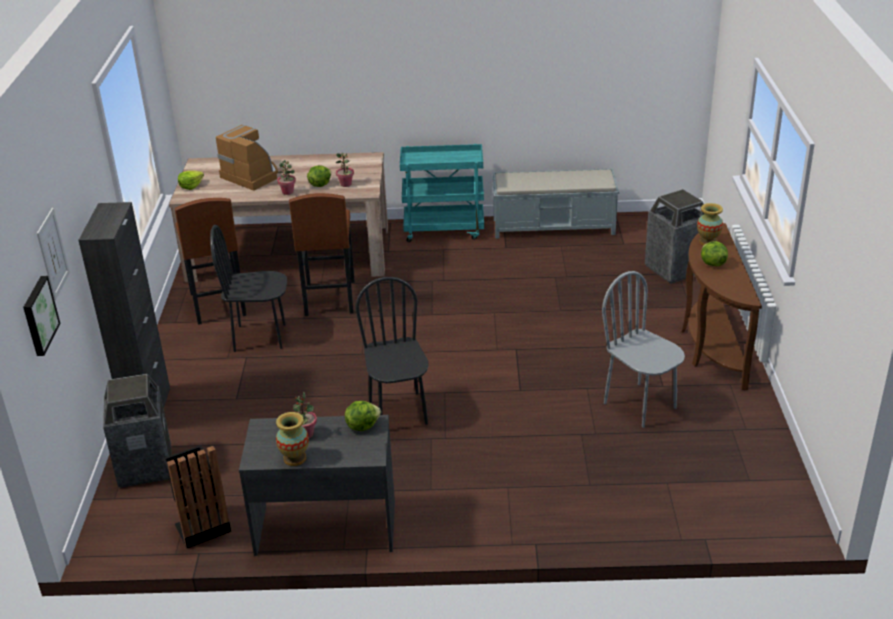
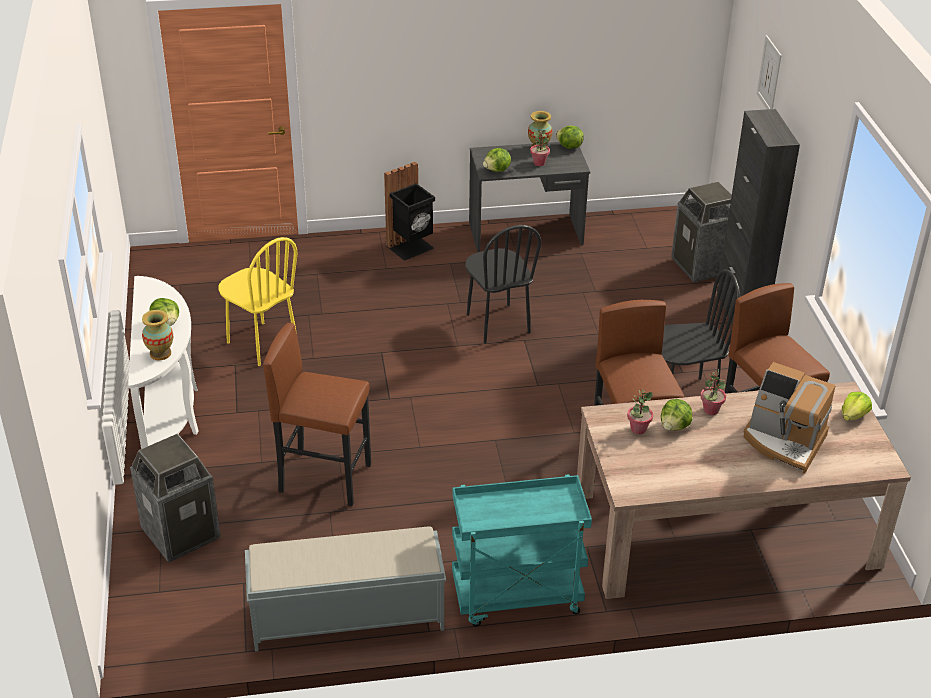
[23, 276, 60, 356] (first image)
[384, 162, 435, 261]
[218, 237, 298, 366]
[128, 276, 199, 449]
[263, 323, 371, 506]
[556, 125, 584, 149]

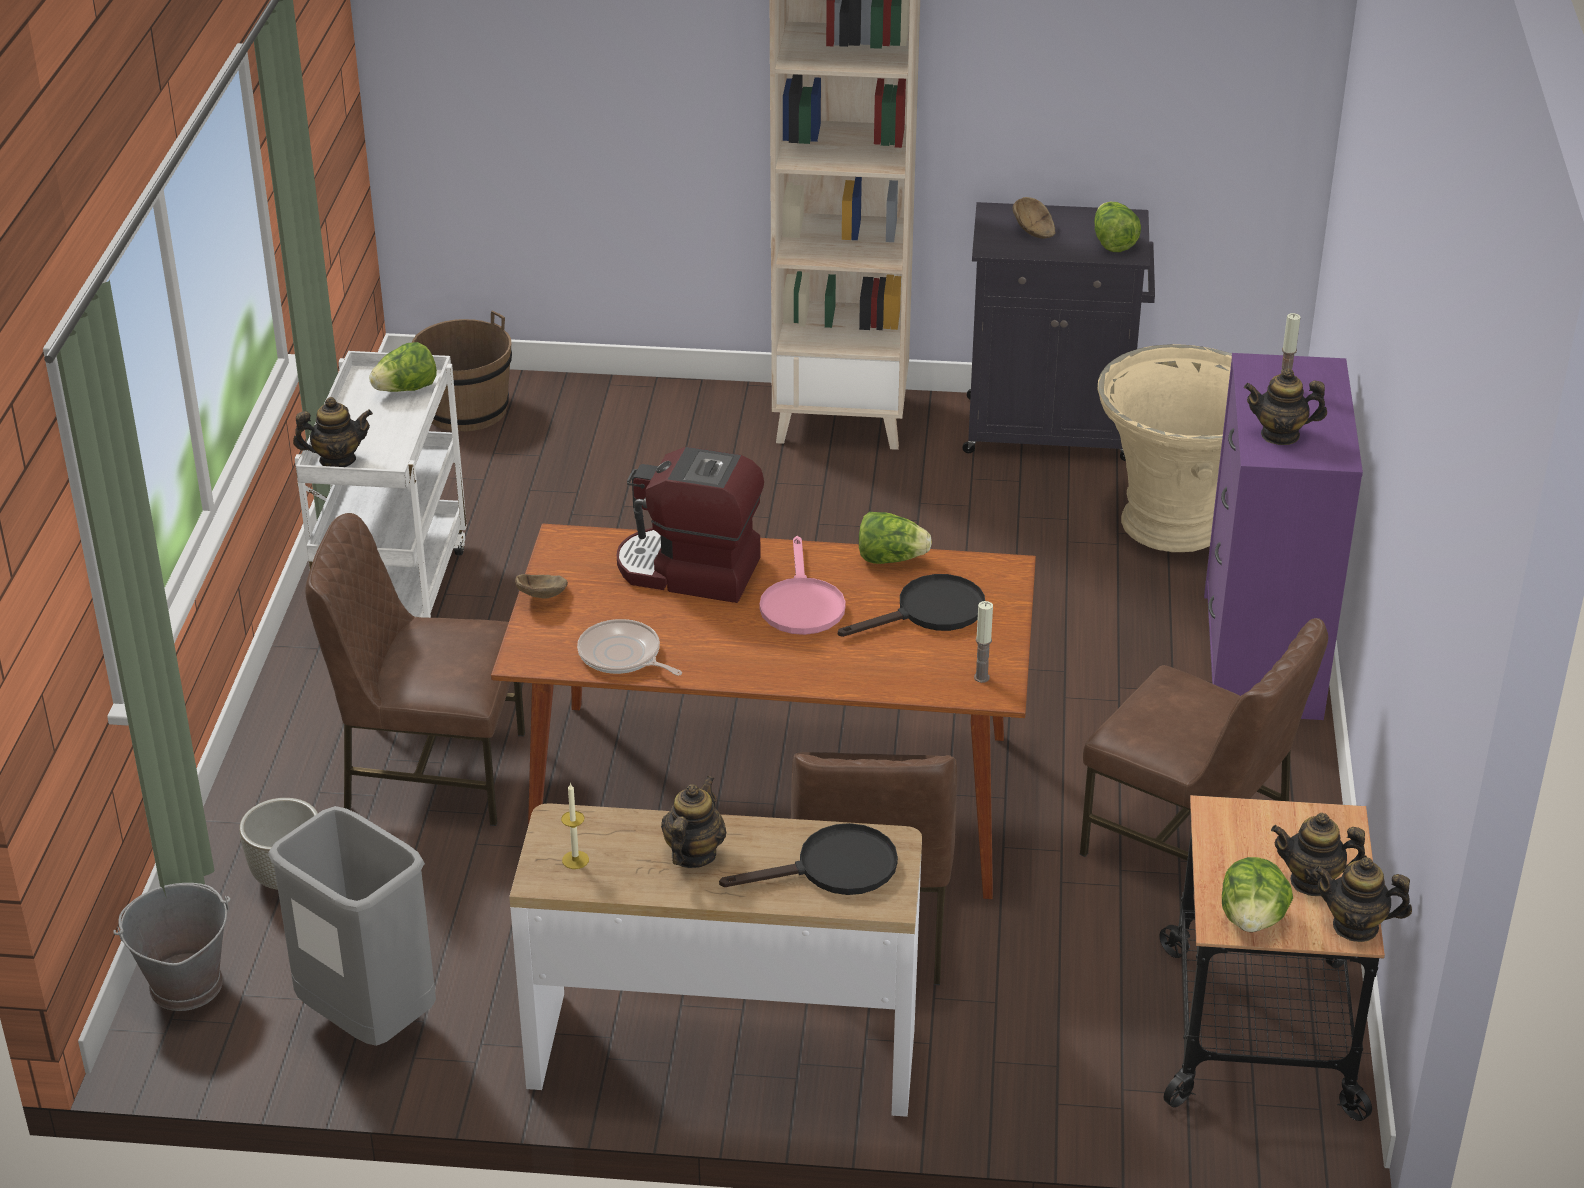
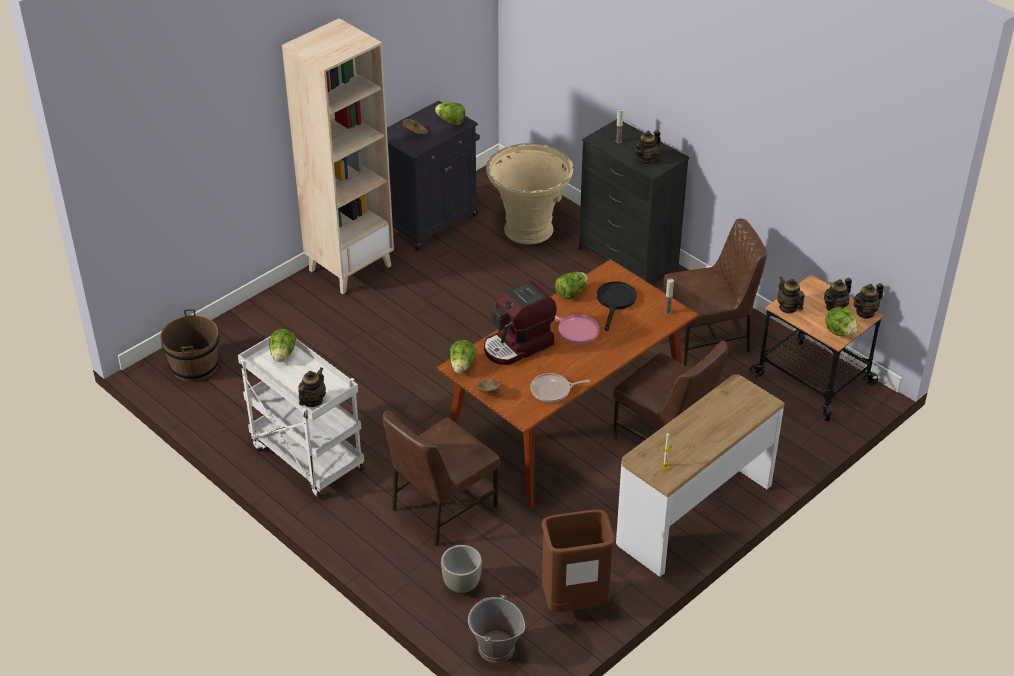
[542, 510, 615, 612]
[777, 276, 805, 313]
[719, 823, 898, 895] (first image)
[579, 119, 689, 285]
[450, 340, 476, 373]

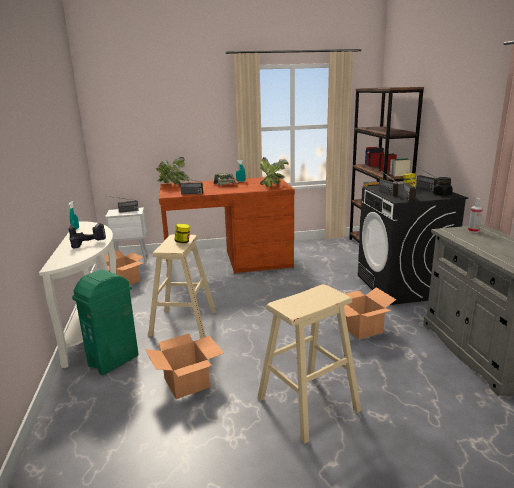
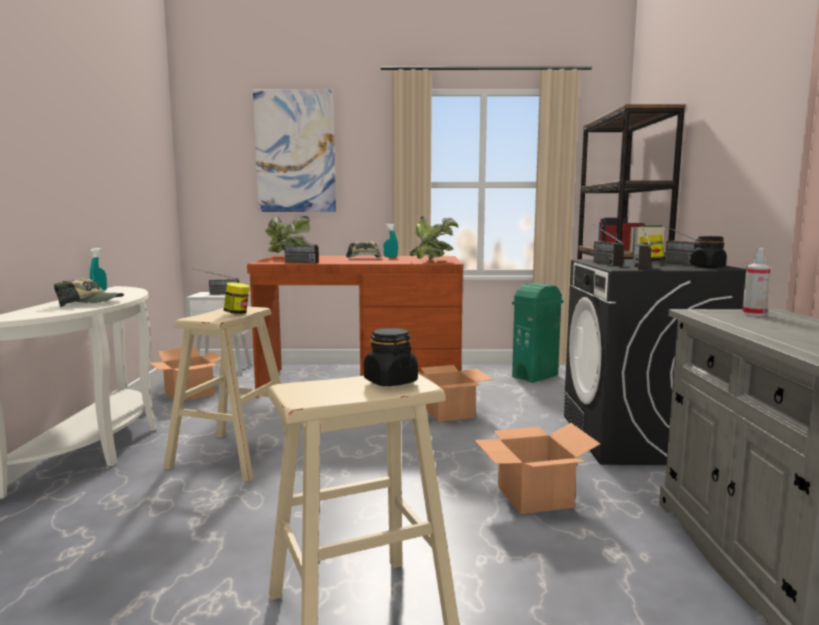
[54, 278, 124, 307]
[512, 283, 564, 383]
[418, 365, 493, 422]
[253, 89, 336, 212]
[364, 328, 418, 386]

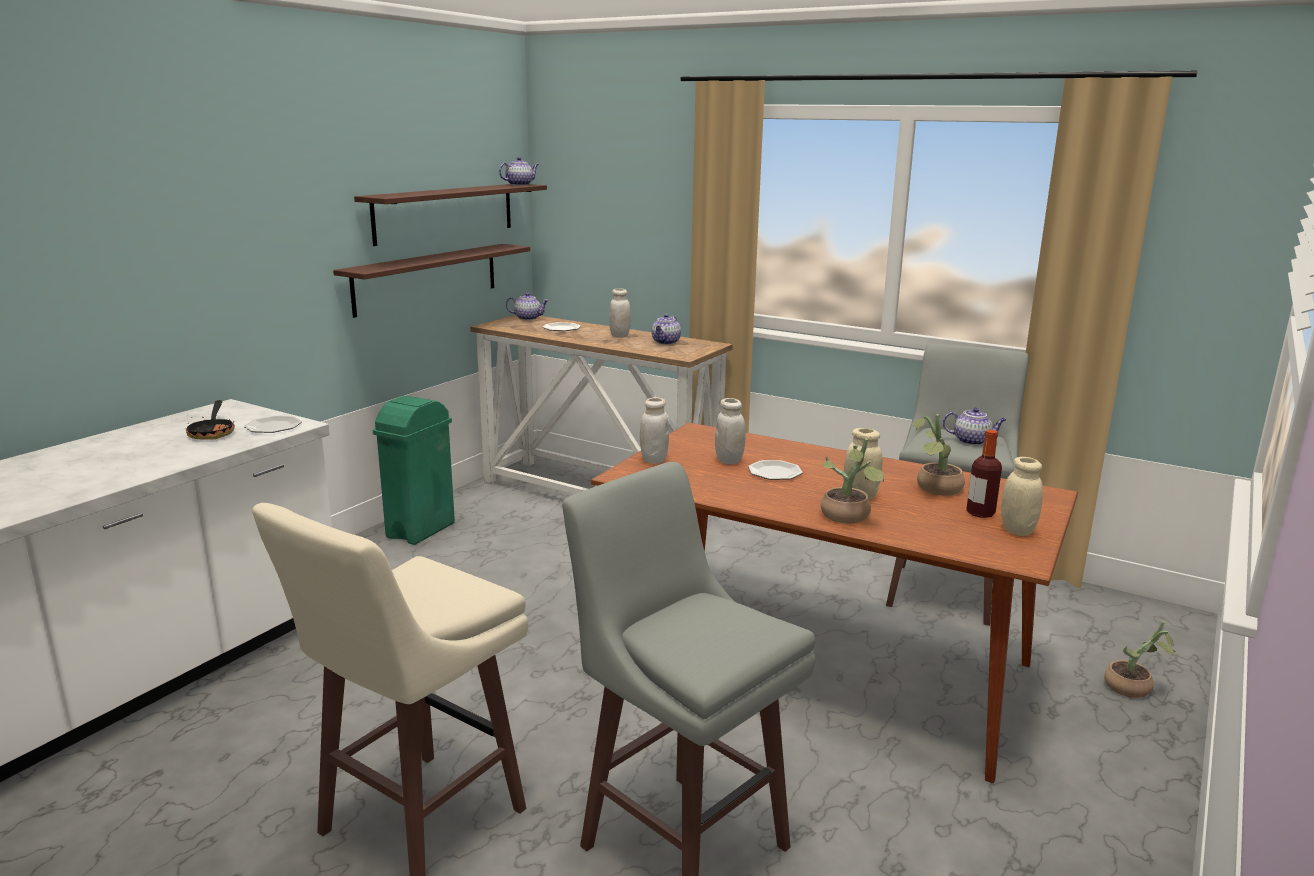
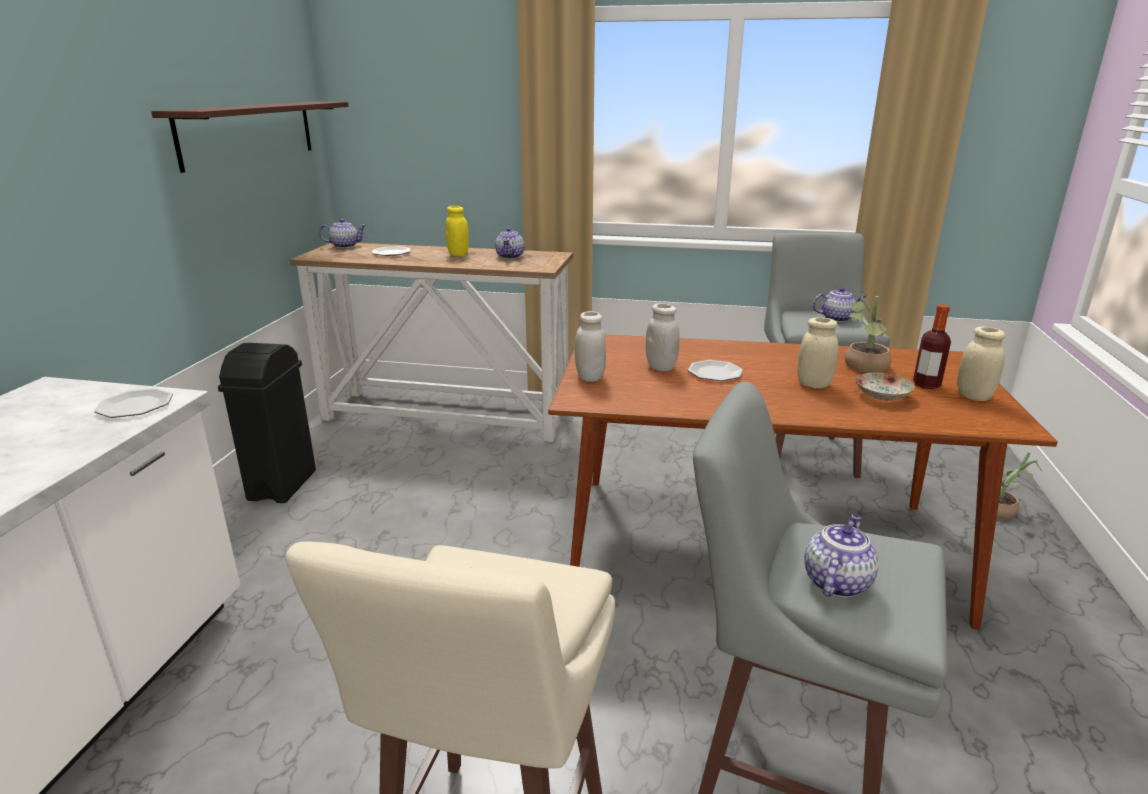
[185, 400, 235, 440] (first image)
[333, 244, 530, 318] (first image)
[218, 343, 316, 503]
[804, 514, 879, 597]
[446, 206, 469, 256]
[821, 438, 884, 523] (first image)
[856, 373, 915, 401]

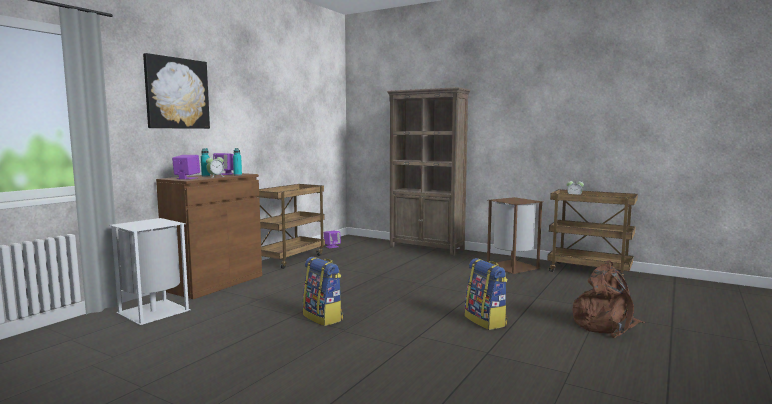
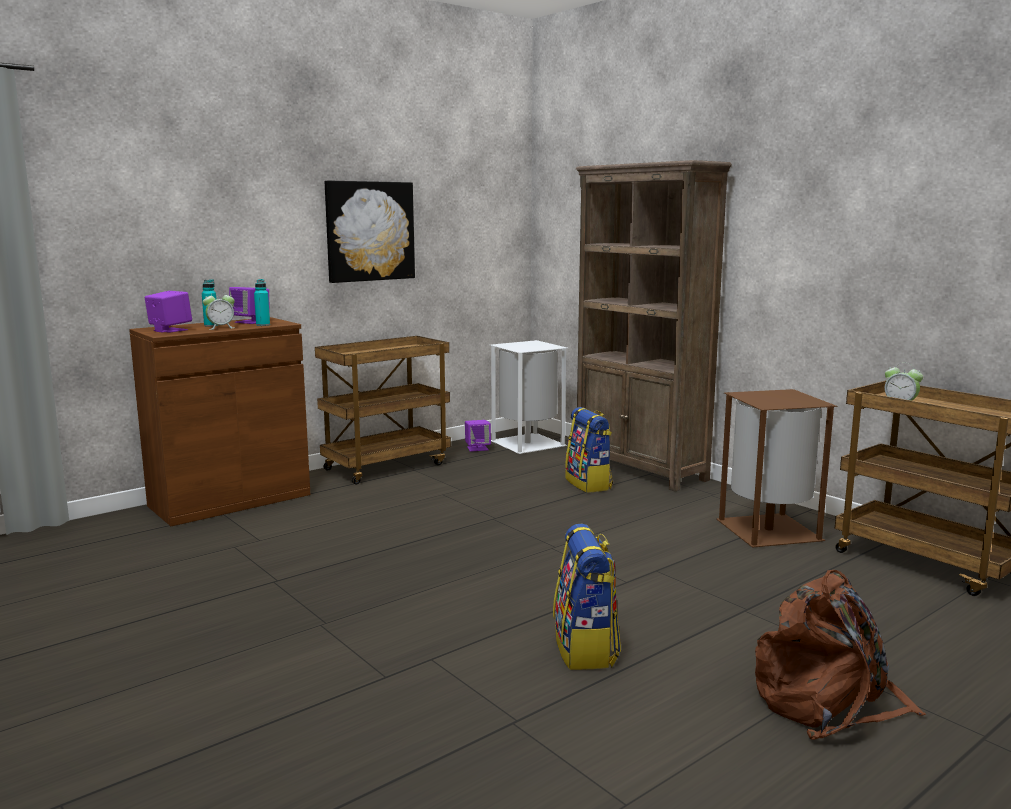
[490, 340, 567, 454]
[325, 181, 415, 283]
[565, 407, 613, 493]

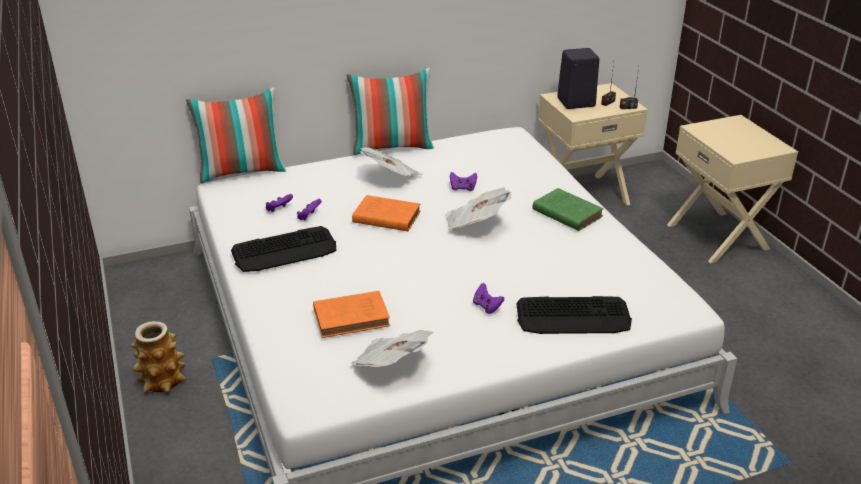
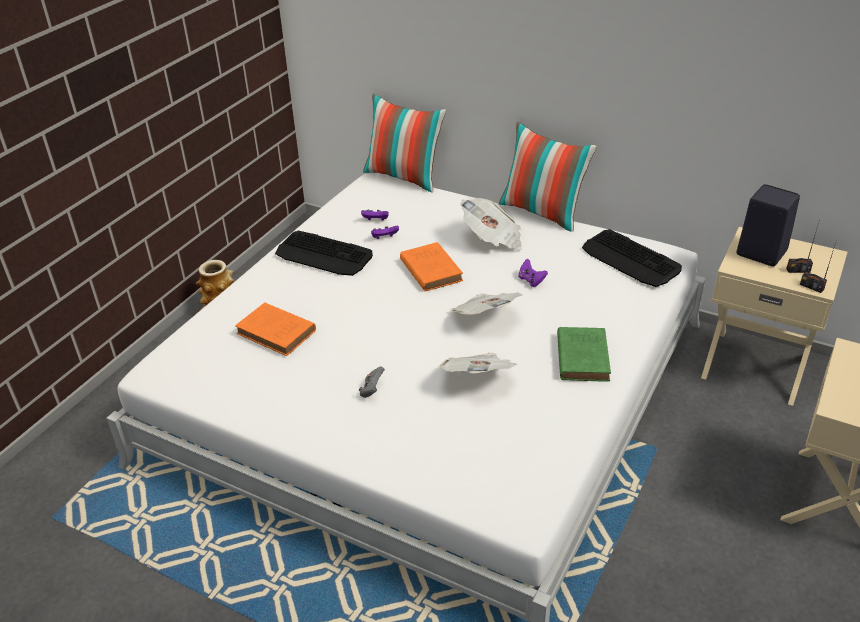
[439, 353, 517, 374]
[359, 366, 385, 398]
[582, 229, 682, 287]

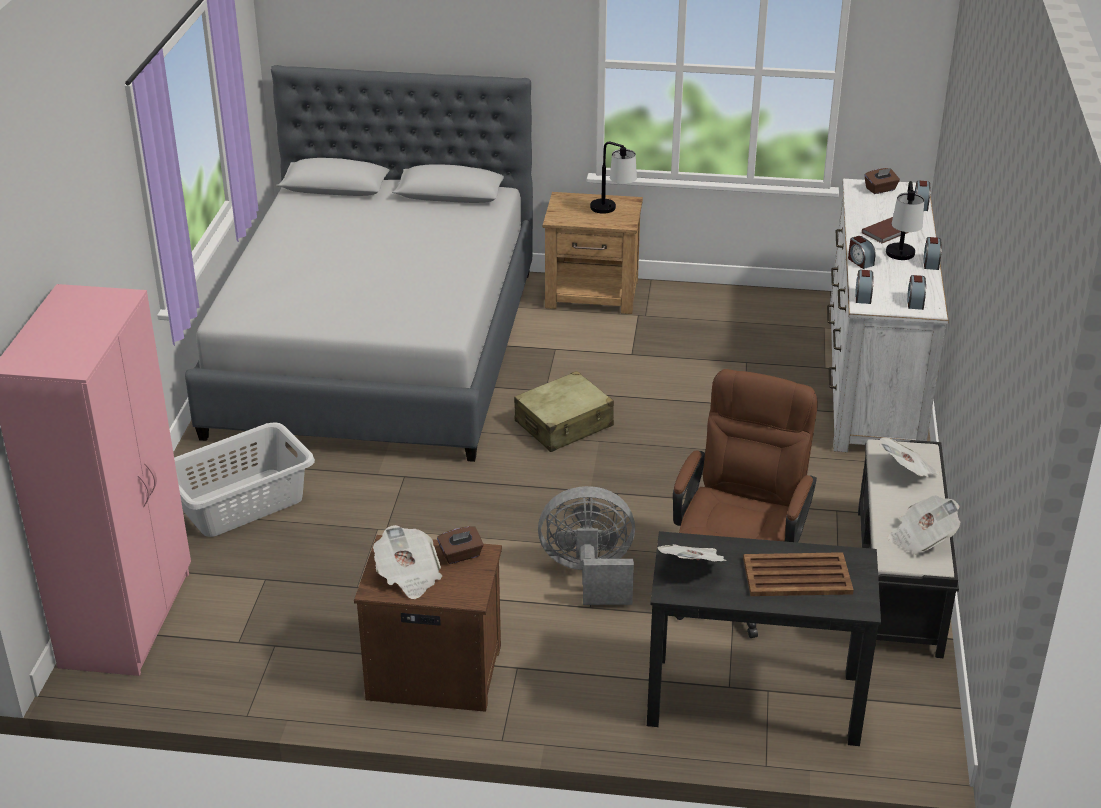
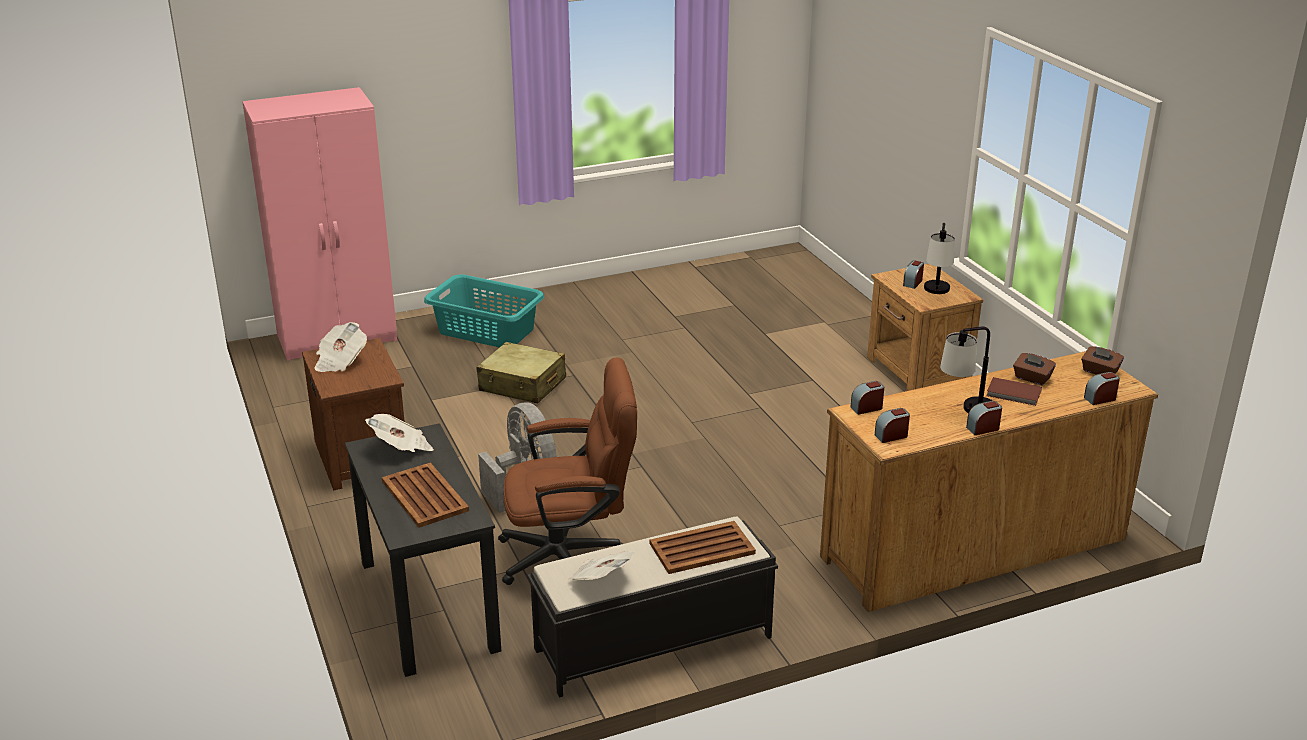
[424, 275, 544, 347]
[185, 65, 533, 462] (first image)
[1013, 353, 1056, 385]
[476, 342, 566, 403]
[820, 351, 1158, 612]
[903, 260, 924, 289]
[650, 521, 756, 574]

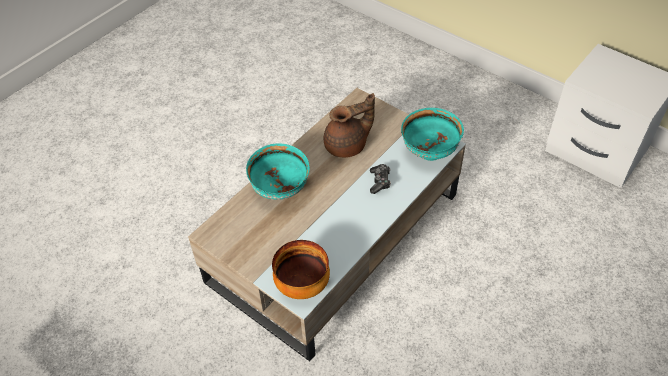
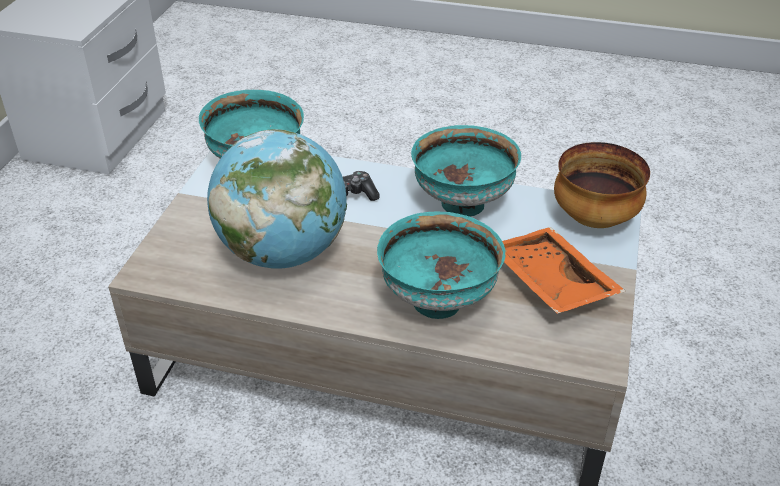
[207, 129, 347, 268]
[411, 125, 521, 217]
[502, 227, 626, 314]

